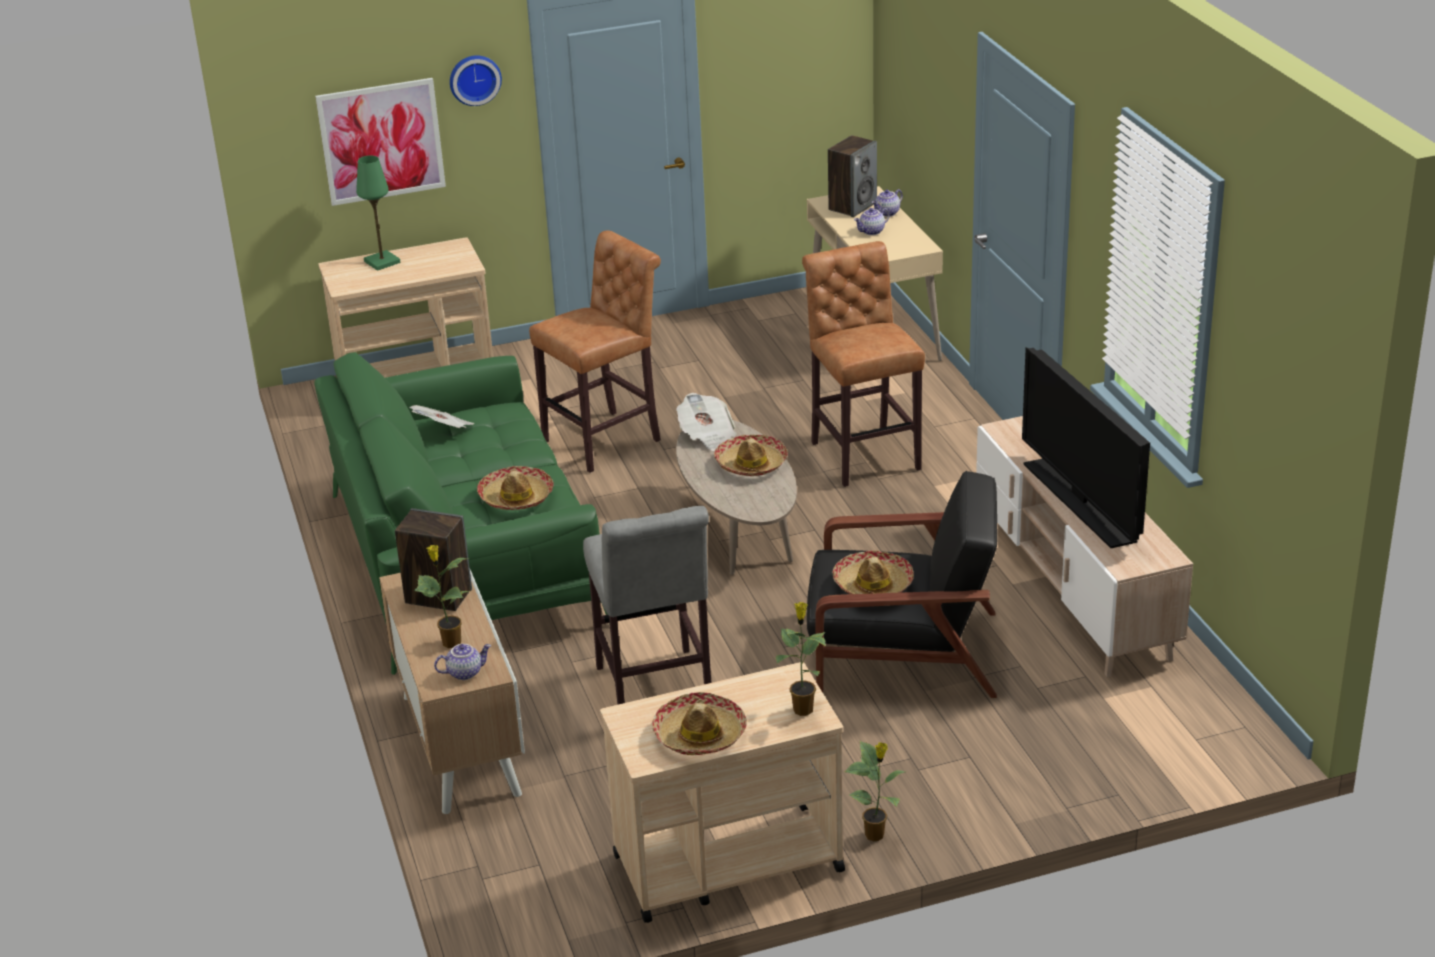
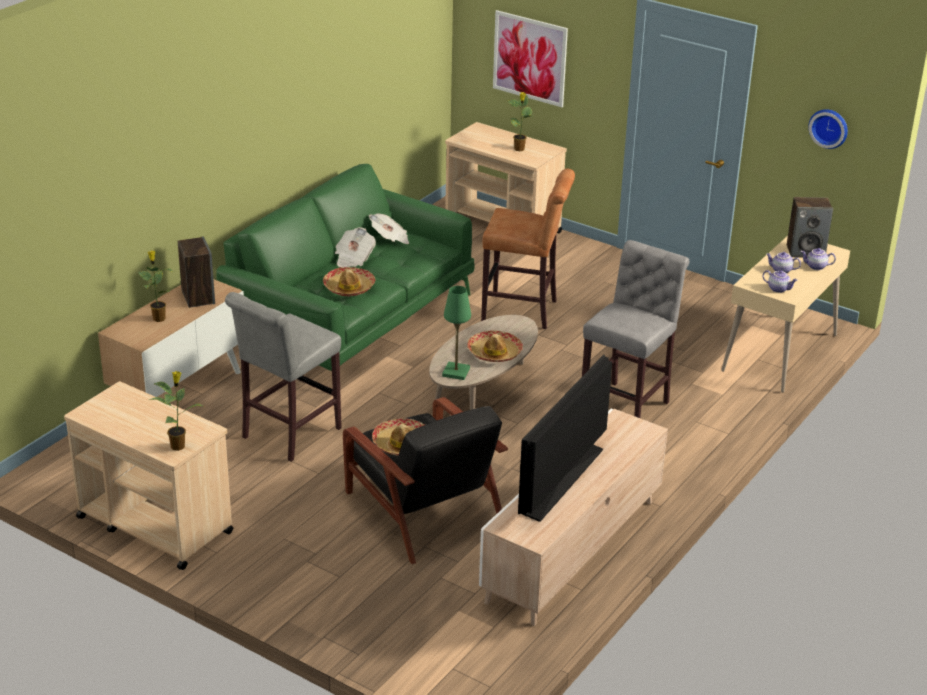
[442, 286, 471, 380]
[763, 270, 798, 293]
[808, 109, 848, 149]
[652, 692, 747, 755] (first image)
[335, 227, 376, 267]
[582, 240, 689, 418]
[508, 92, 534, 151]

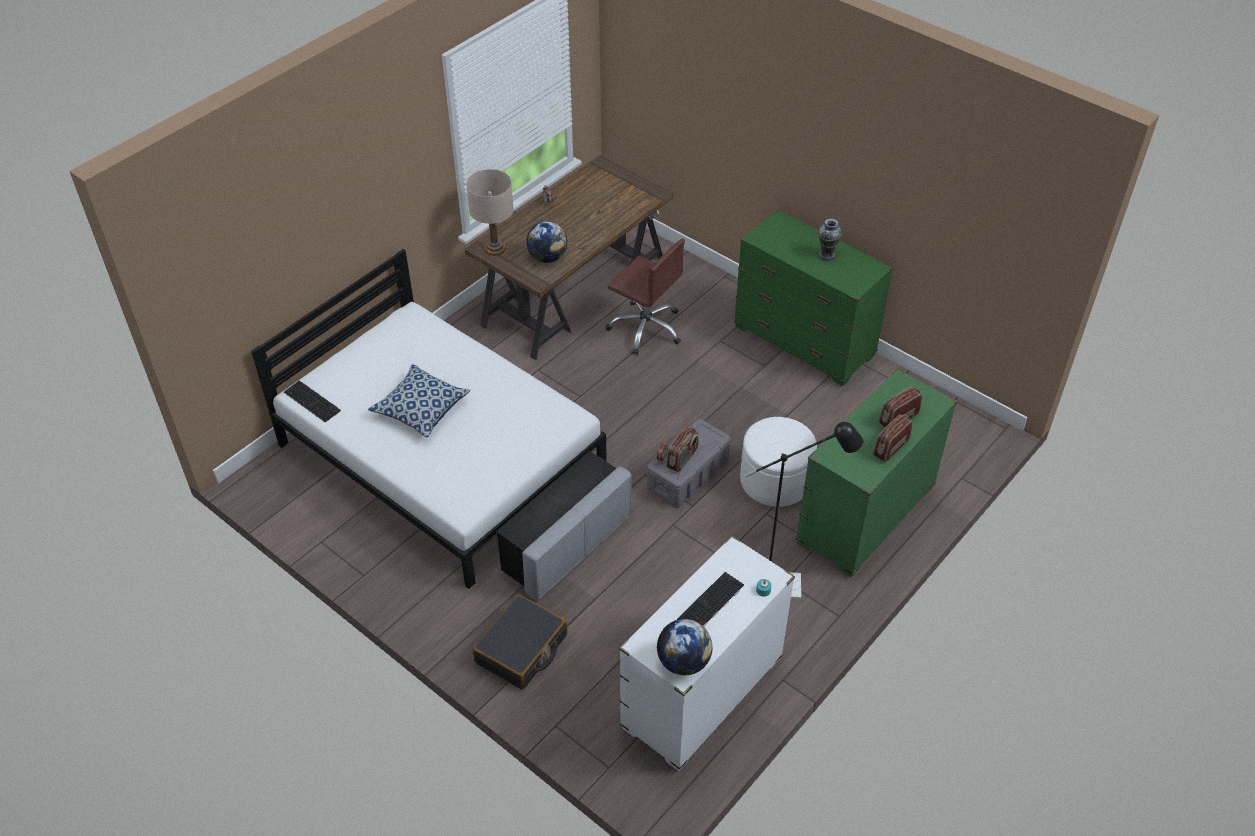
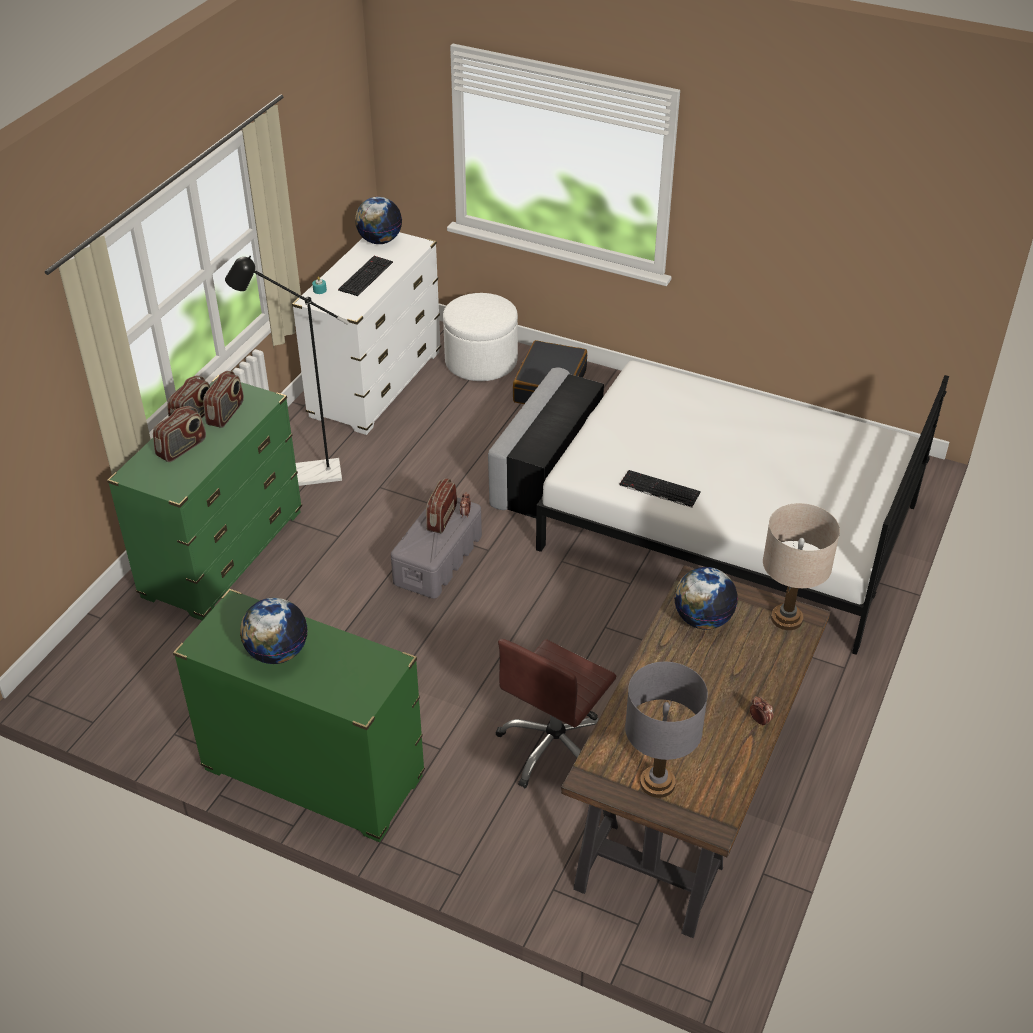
[619, 470, 701, 507]
[368, 364, 471, 437] (first image)
[496, 639, 616, 788]
[443, 293, 518, 381]
[240, 597, 308, 664]
[203, 371, 244, 428]
[625, 662, 708, 798]

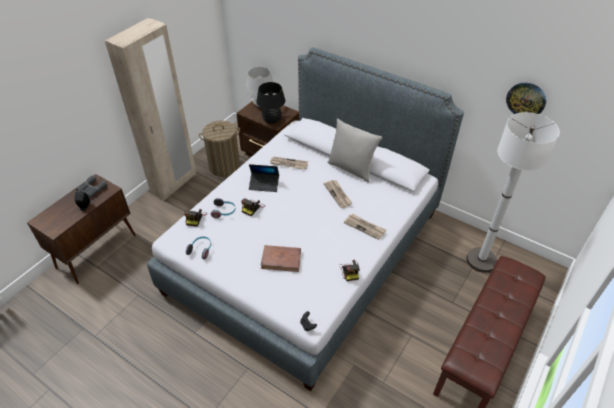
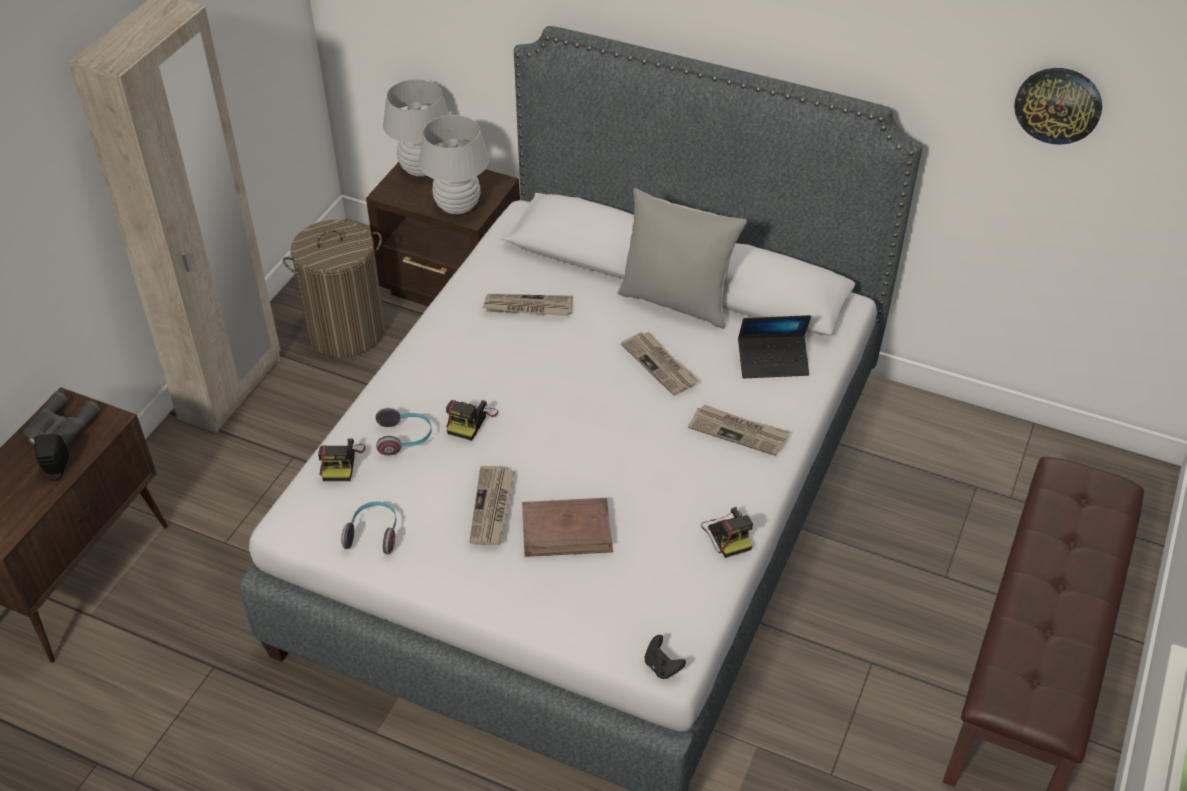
[738, 315, 811, 378]
[419, 115, 489, 215]
[467, 112, 560, 273] (first image)
[469, 466, 515, 545]

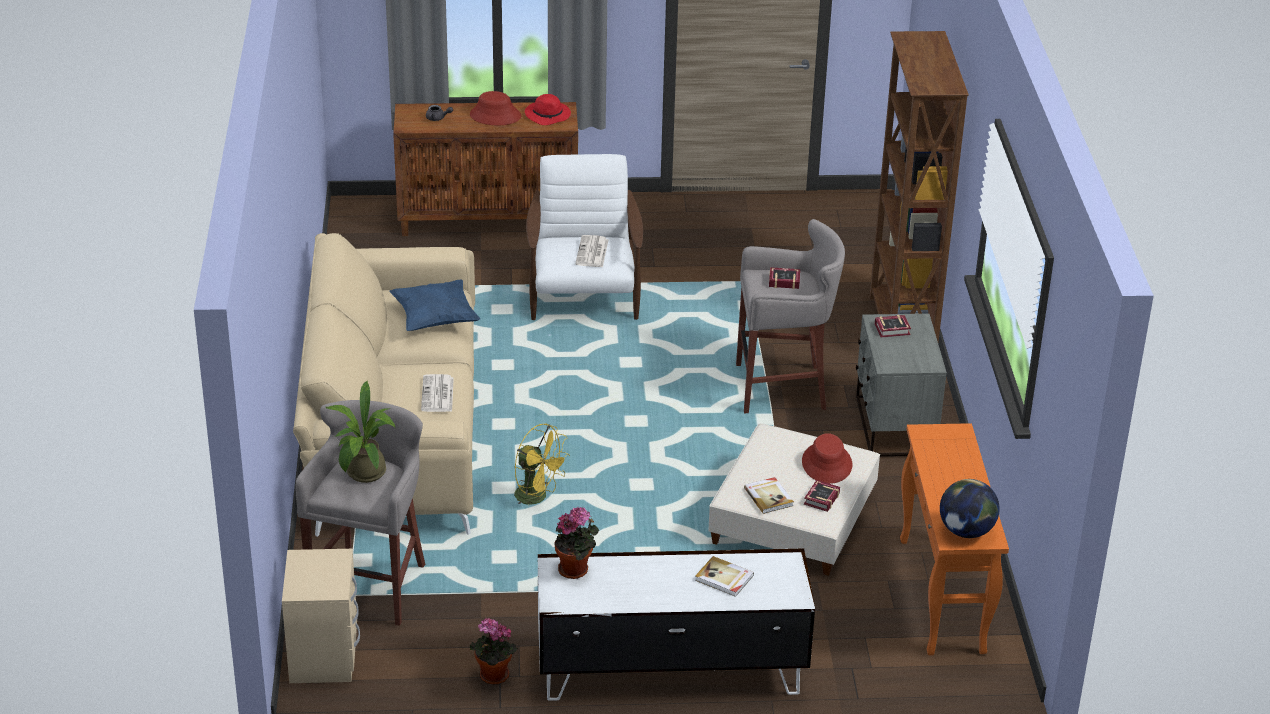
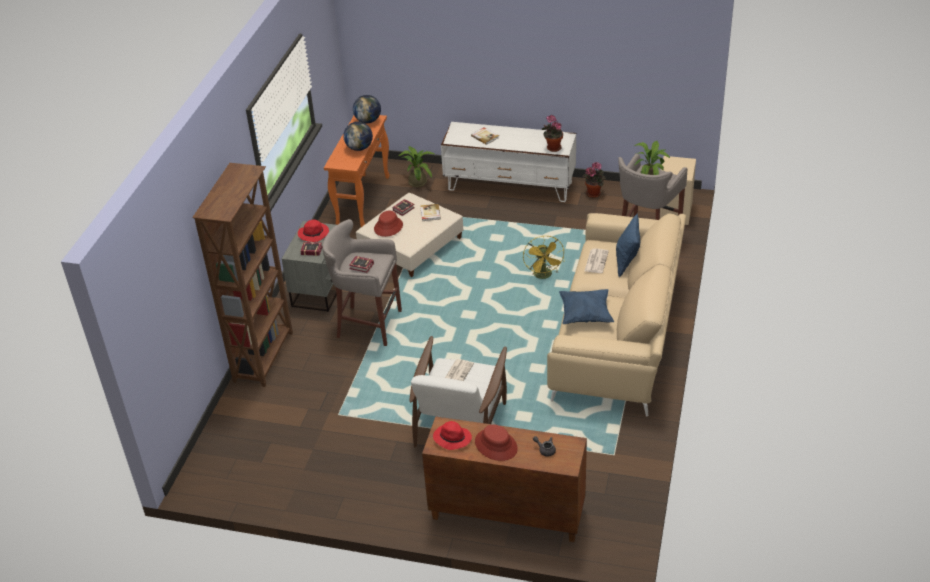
[523, 236, 565, 279]
[298, 220, 329, 242]
[343, 122, 373, 151]
[398, 146, 434, 187]
[616, 214, 641, 277]

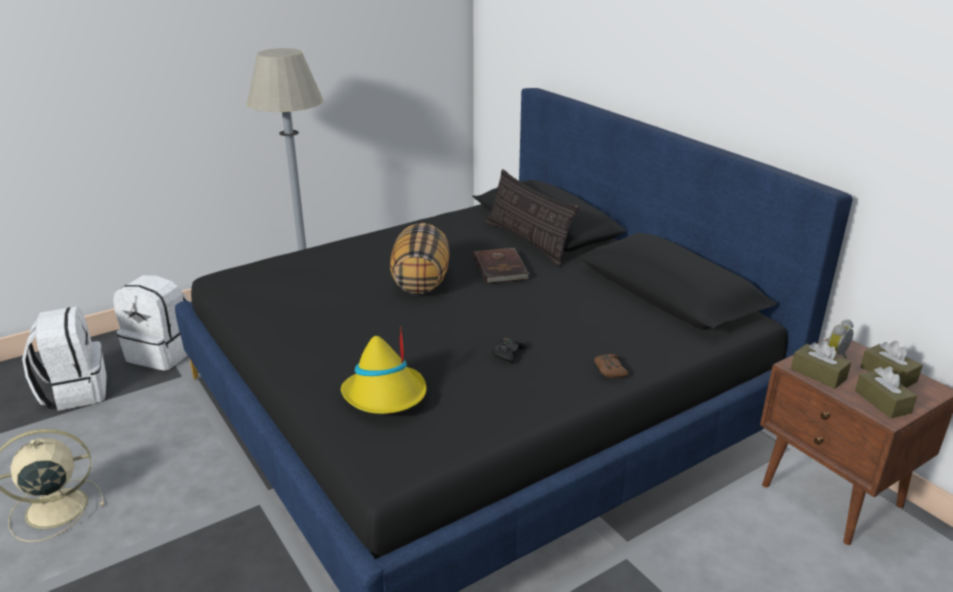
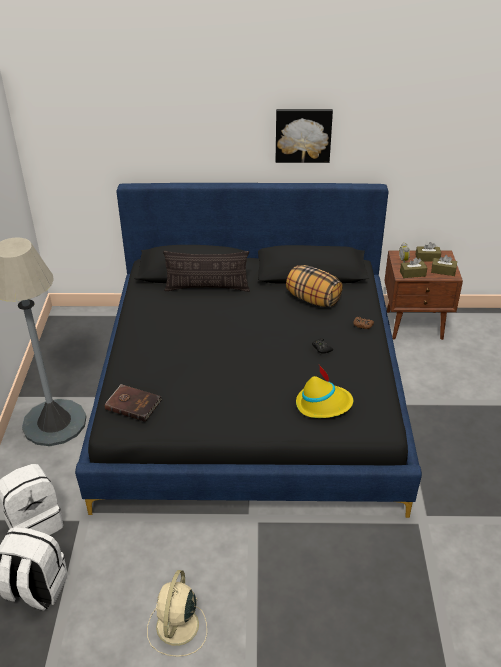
[286, 265, 343, 307]
[105, 384, 162, 422]
[276, 109, 333, 163]

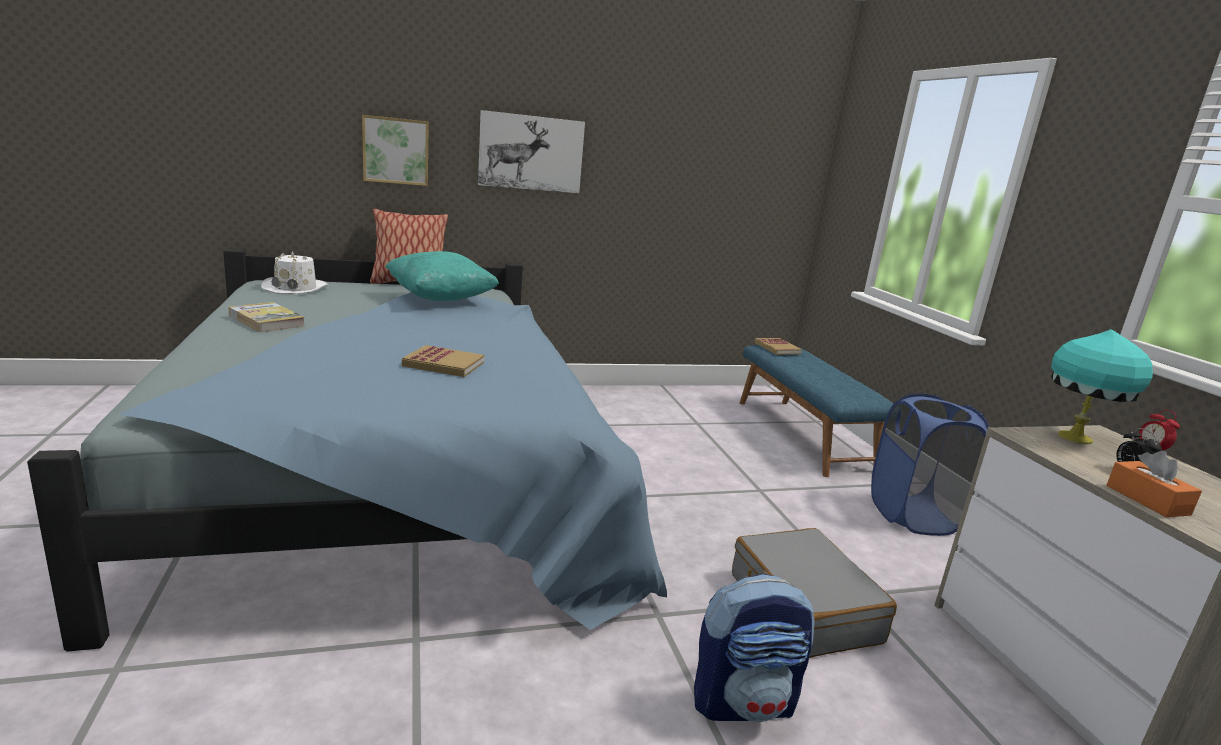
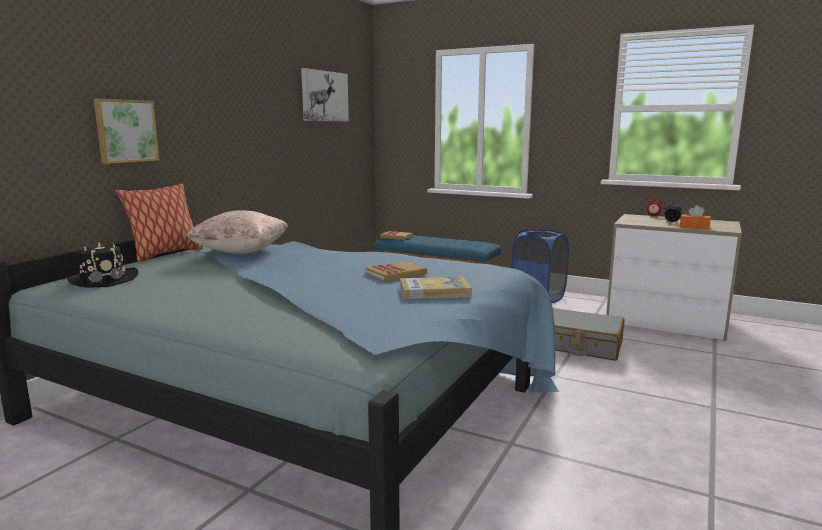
[400, 277, 472, 299]
[66, 243, 138, 287]
[185, 210, 288, 254]
[301, 68, 349, 121]
[694, 574, 815, 722] (first image)
[1051, 329, 1153, 444] (first image)

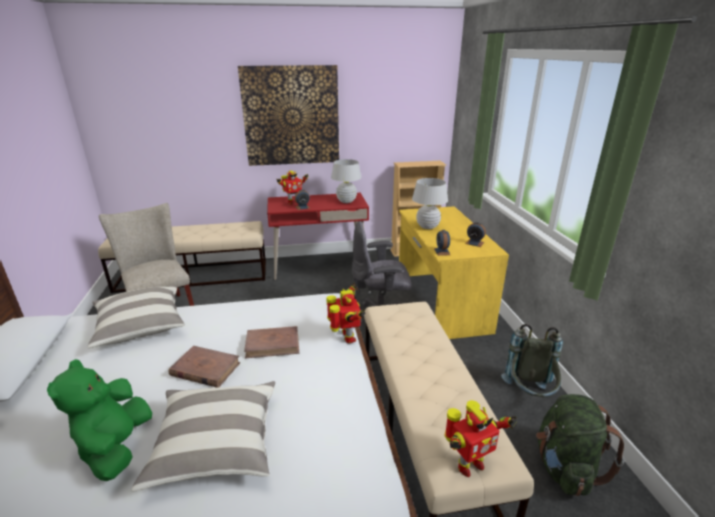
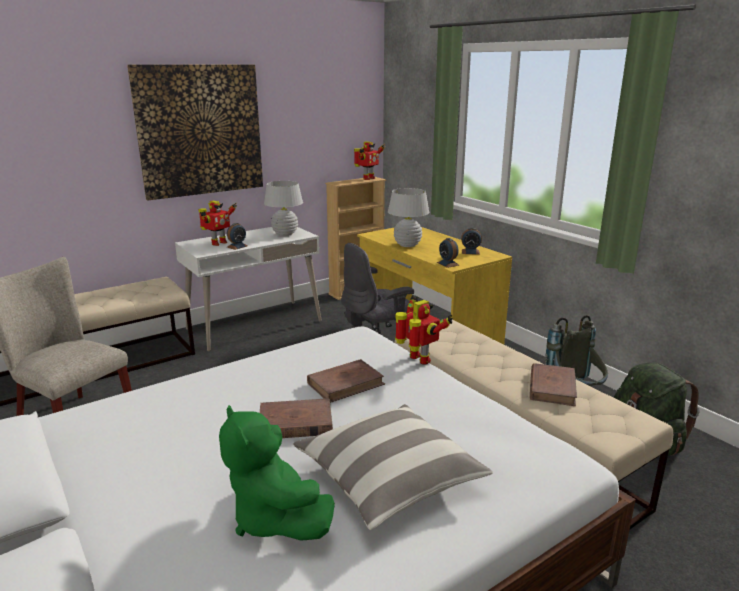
[88, 285, 185, 348] (first image)
[175, 227, 321, 351]
[354, 141, 385, 180]
[530, 363, 577, 406]

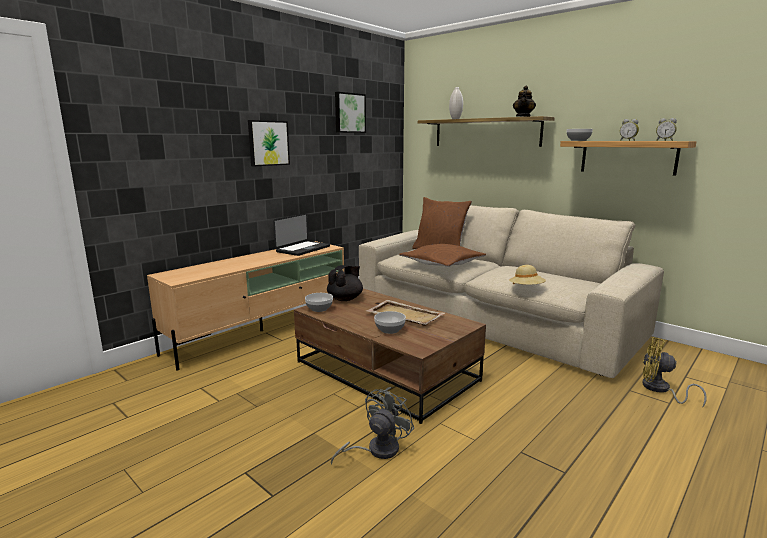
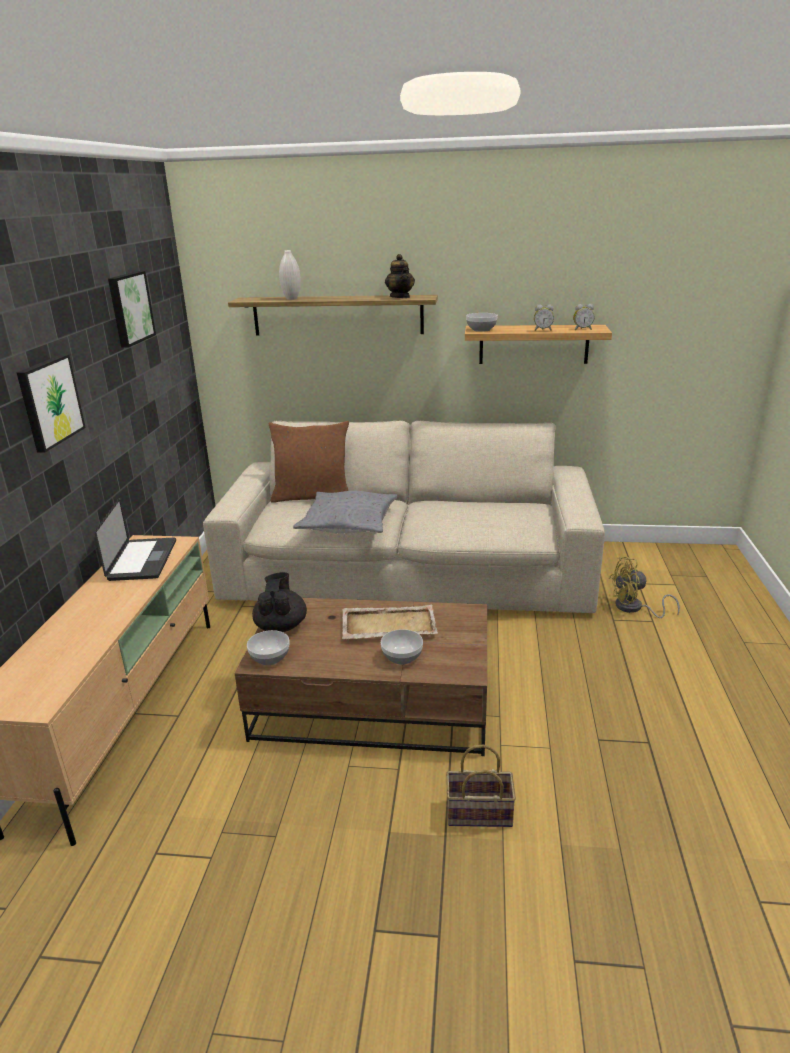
[446, 745, 516, 827]
[293, 491, 397, 534]
[509, 265, 546, 285] (first image)

